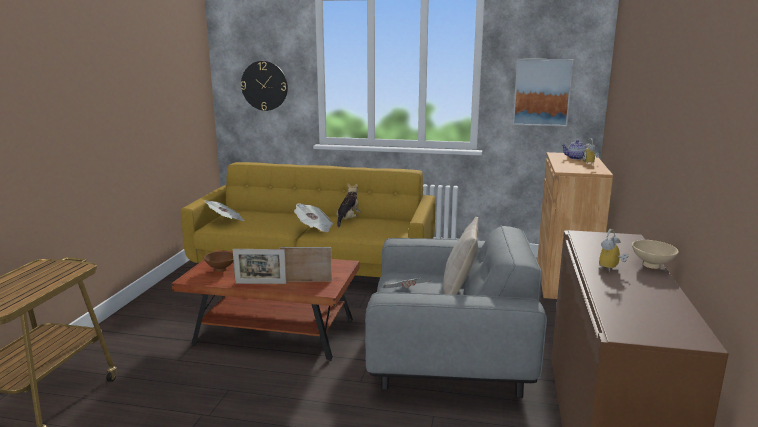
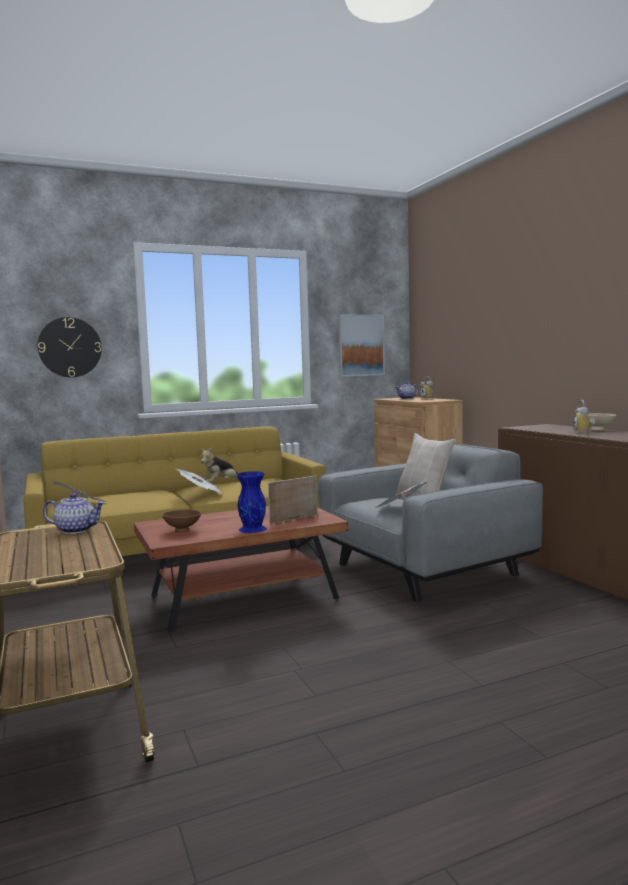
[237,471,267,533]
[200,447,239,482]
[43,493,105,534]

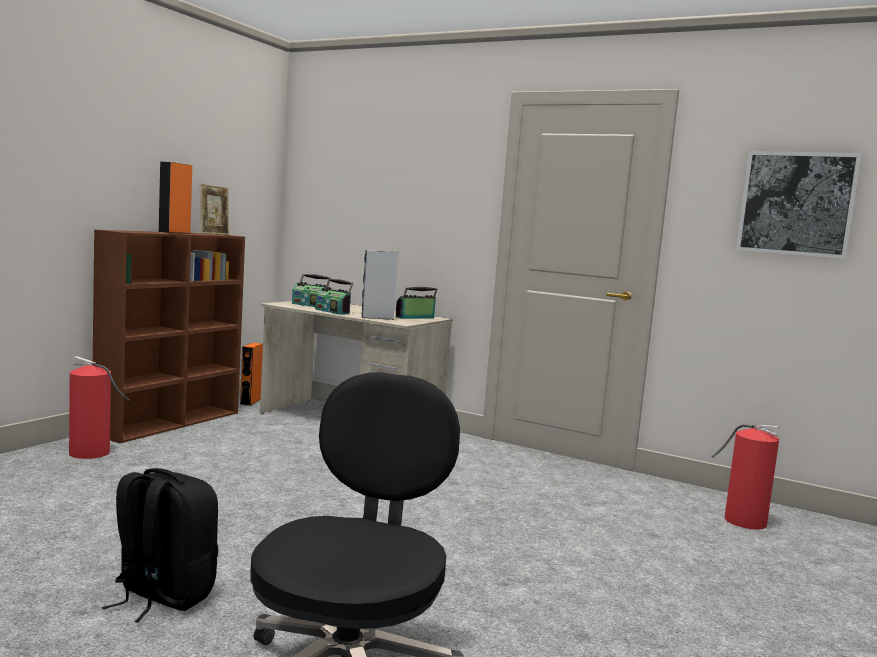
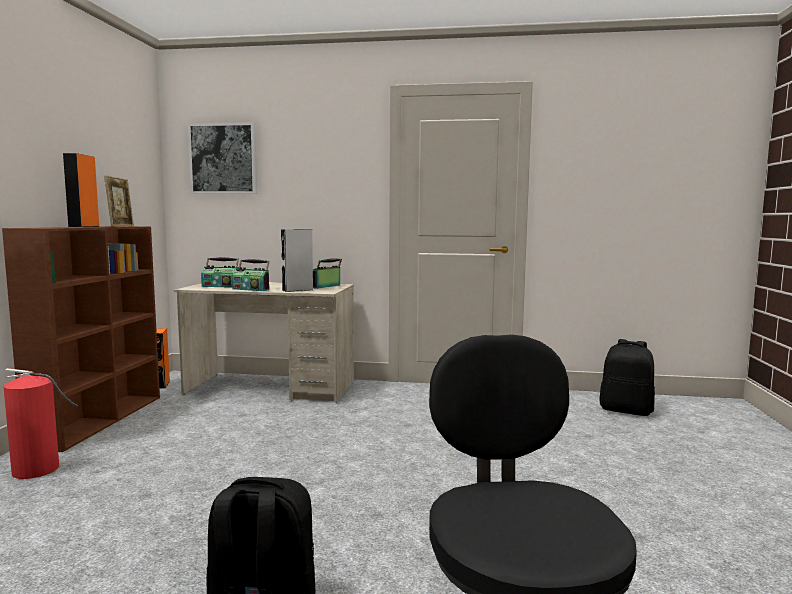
[600,339,655,416]
[188,122,257,194]

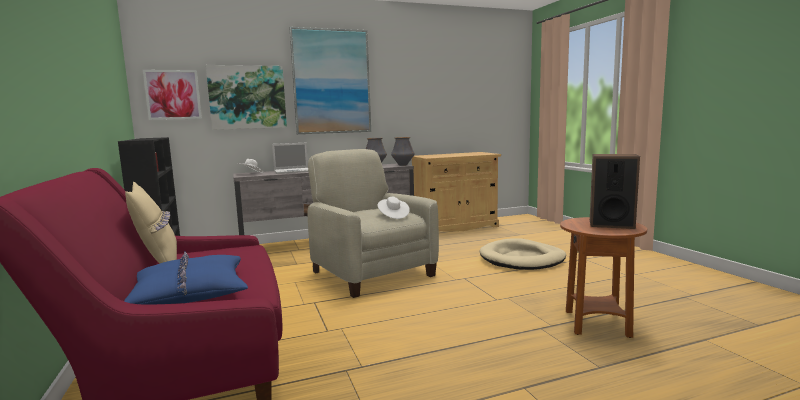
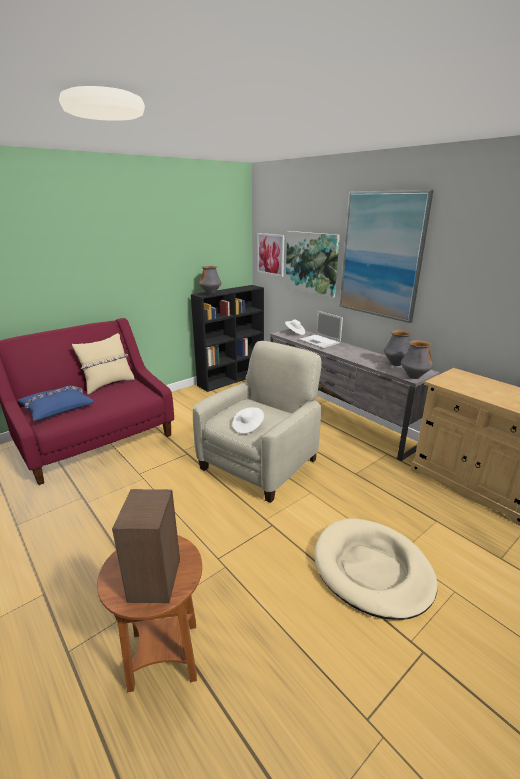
[199,266,221,295]

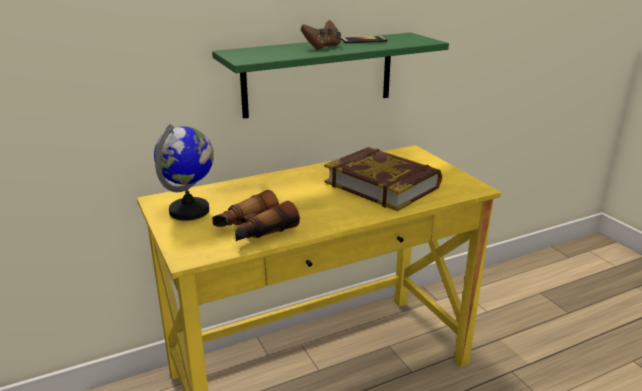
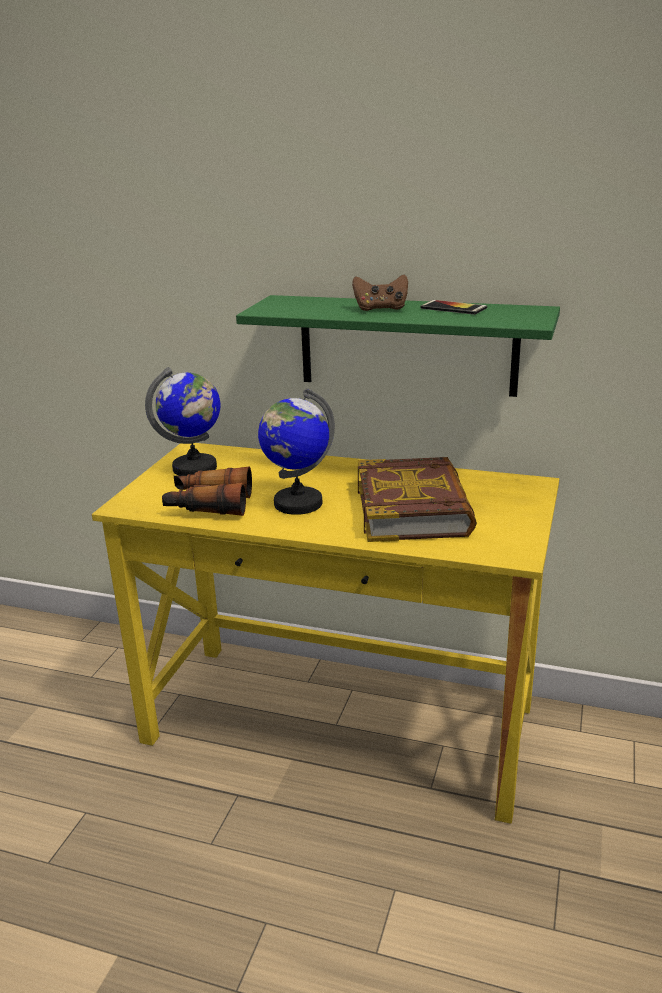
[258,388,335,515]

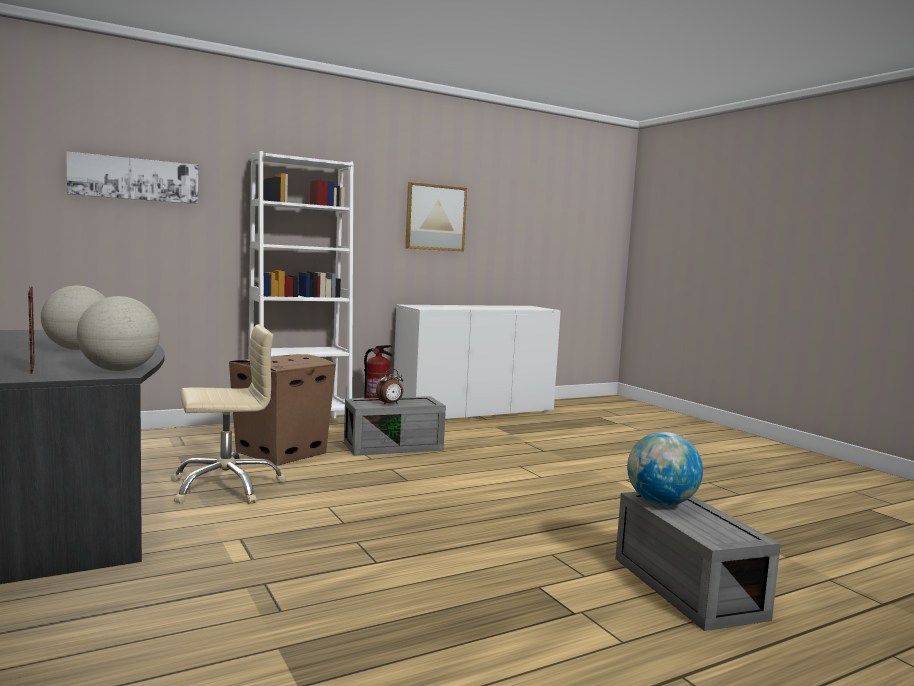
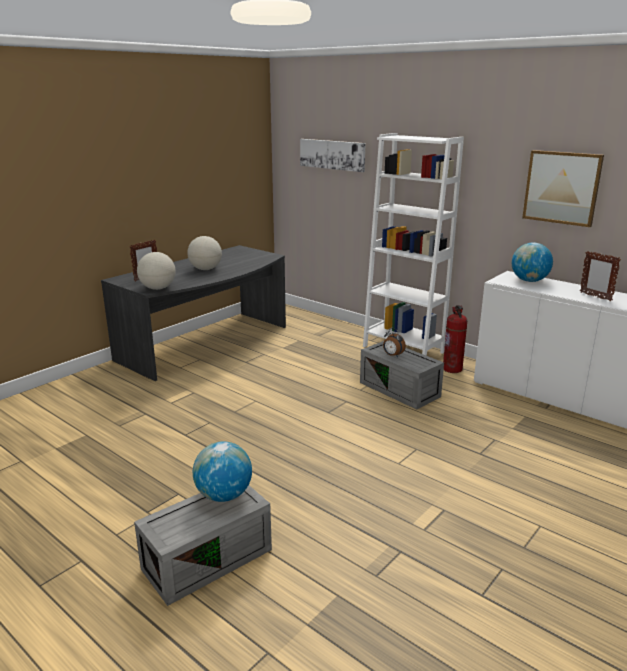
[171,324,286,504] (first image)
[229,354,336,466] (first image)
[512,243,553,282]
[580,251,621,301]

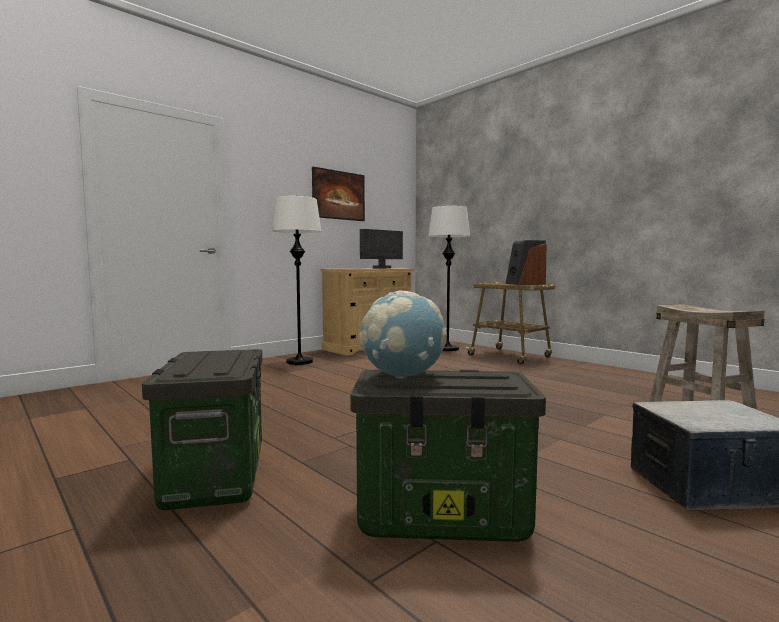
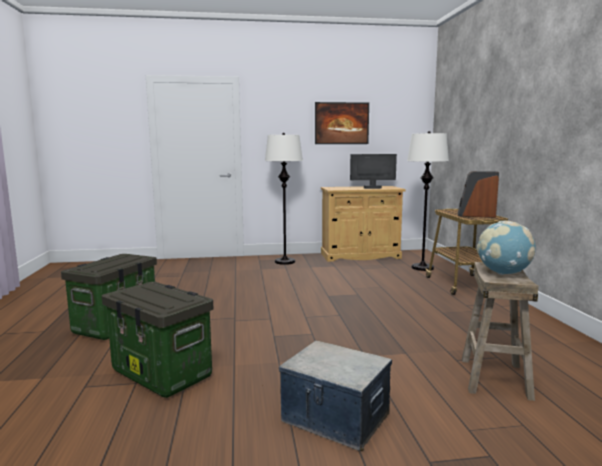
[477,220,536,275]

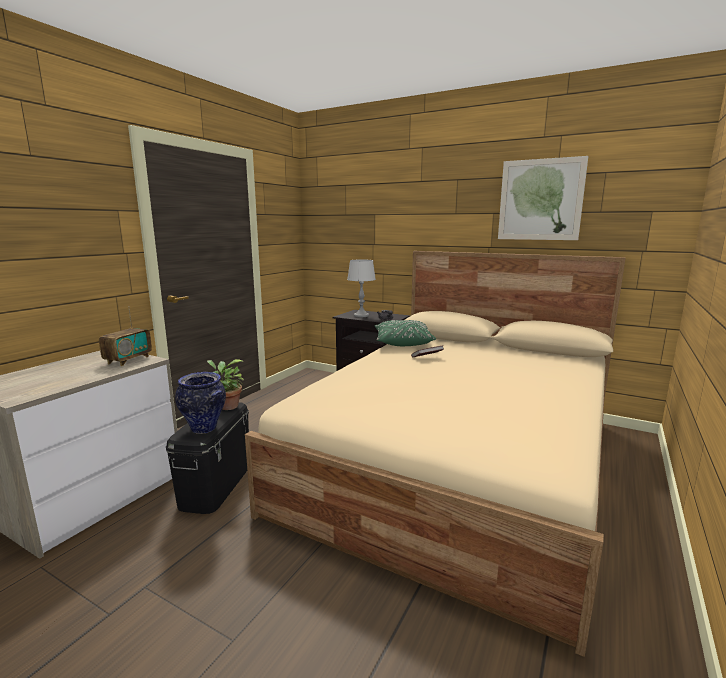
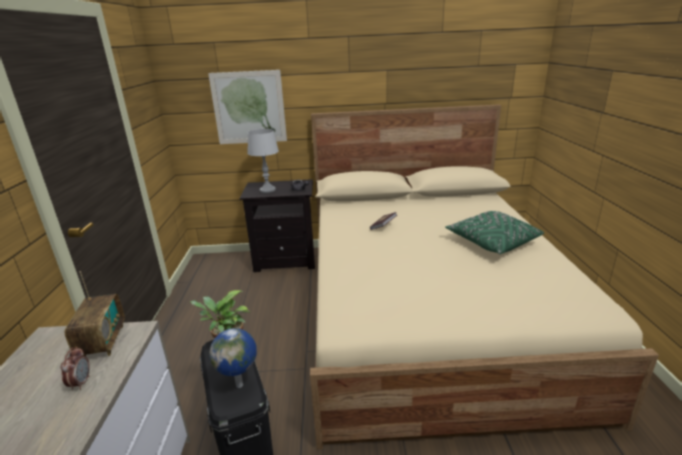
[209,328,257,388]
[445,211,544,254]
[208,70,287,144]
[61,347,90,390]

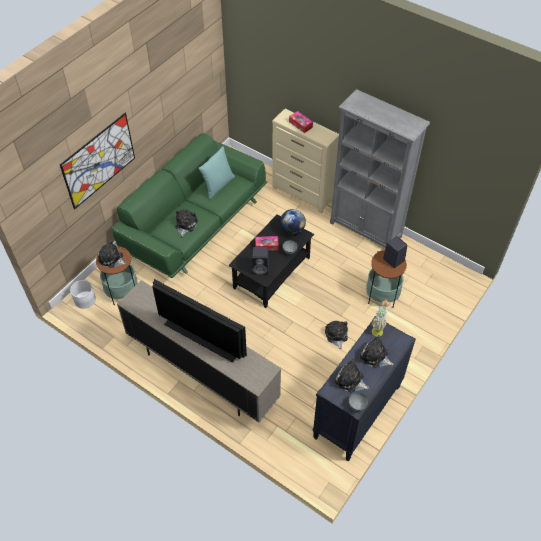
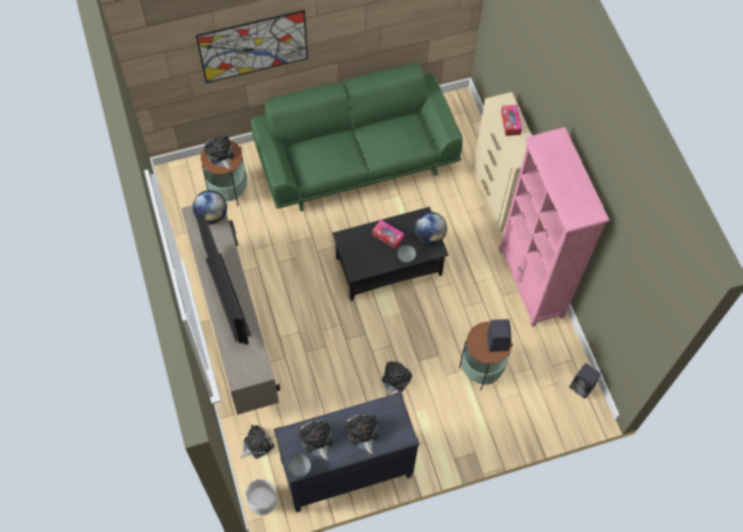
[246,479,277,515]
[241,425,274,459]
[198,146,235,199] (first image)
[569,363,601,398]
[499,127,609,327]
[372,299,391,336] (first image)
[192,190,227,225]

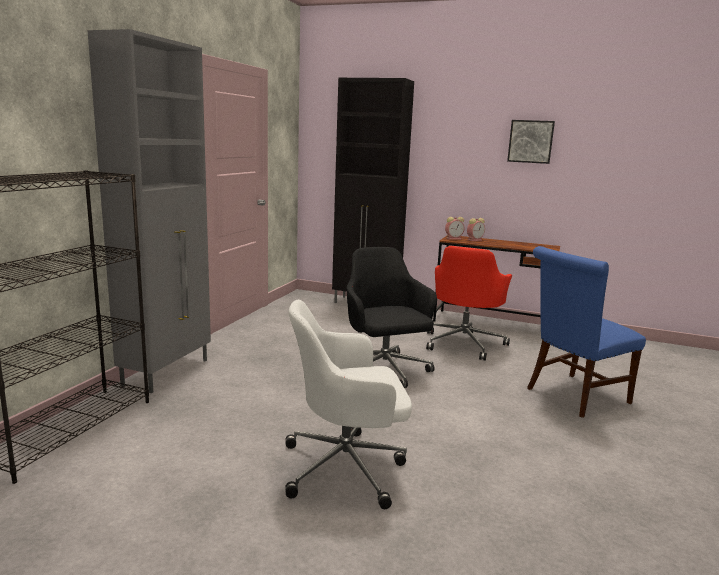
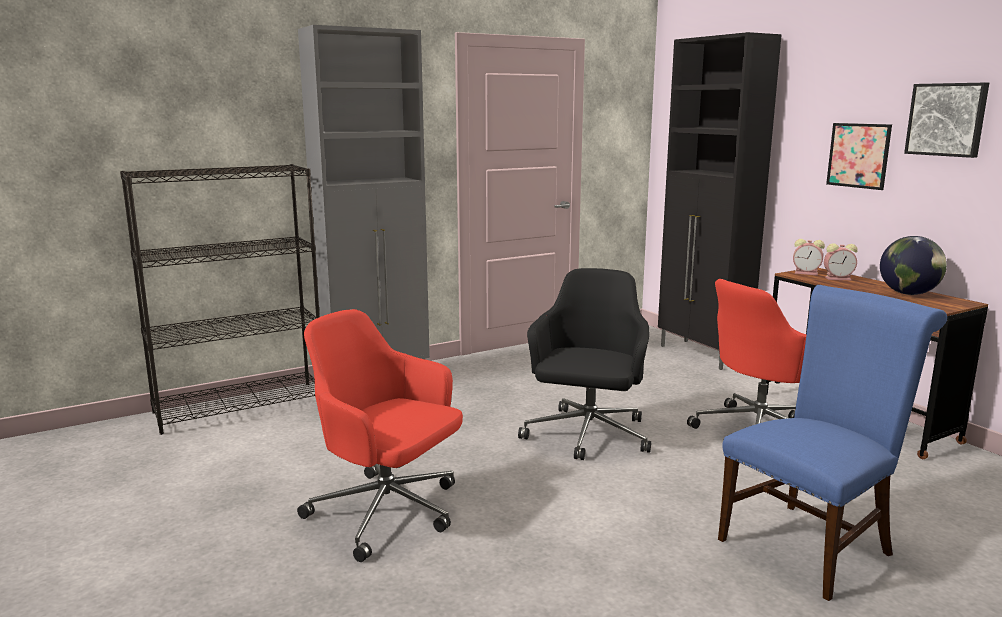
[297,309,463,562]
[718,285,947,601]
[826,123,892,190]
[880,236,947,295]

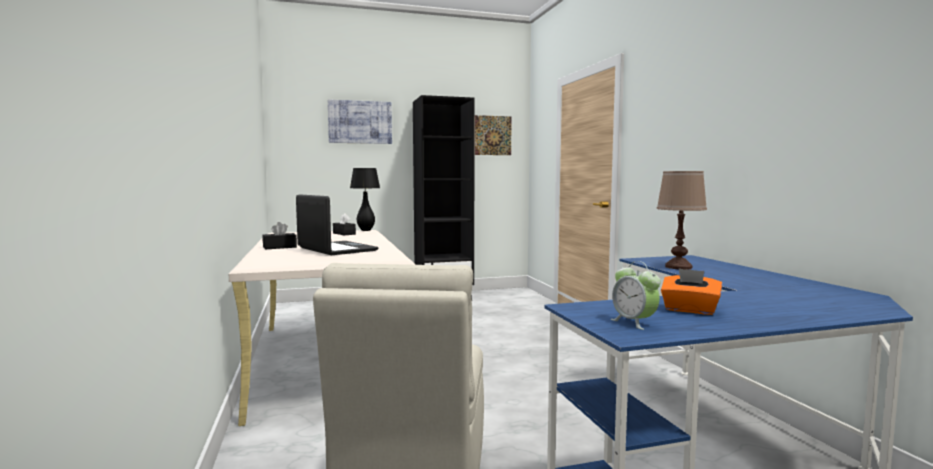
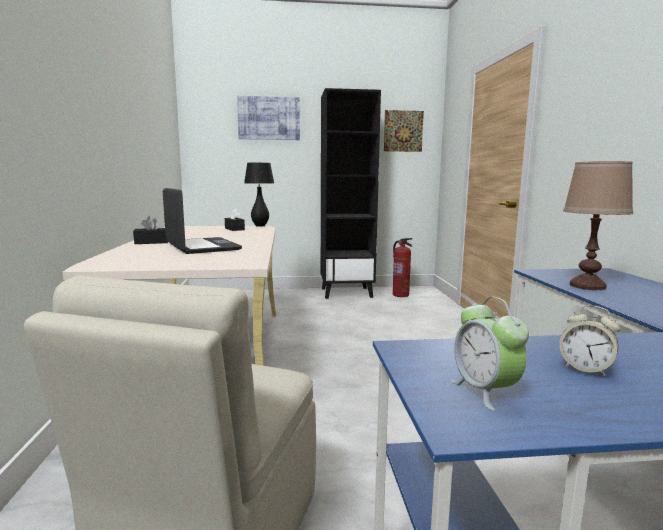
[559,305,620,377]
[393,238,412,297]

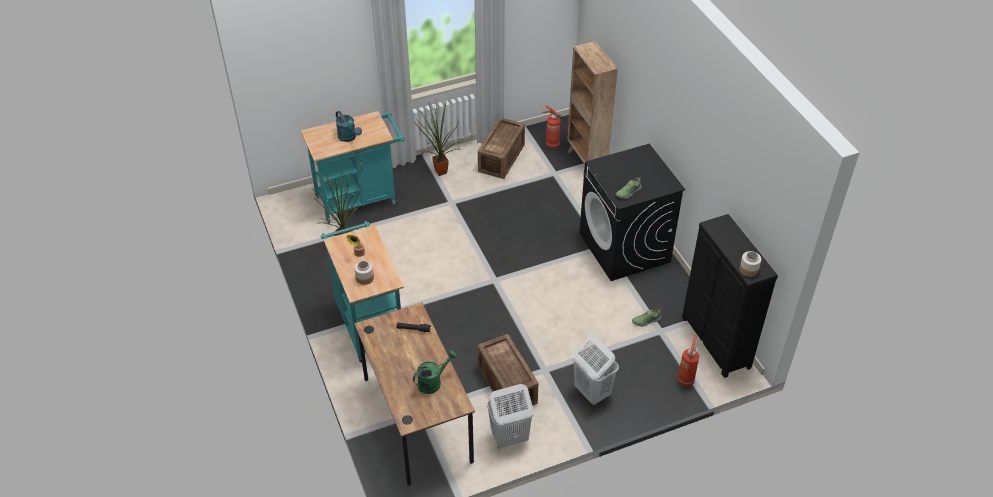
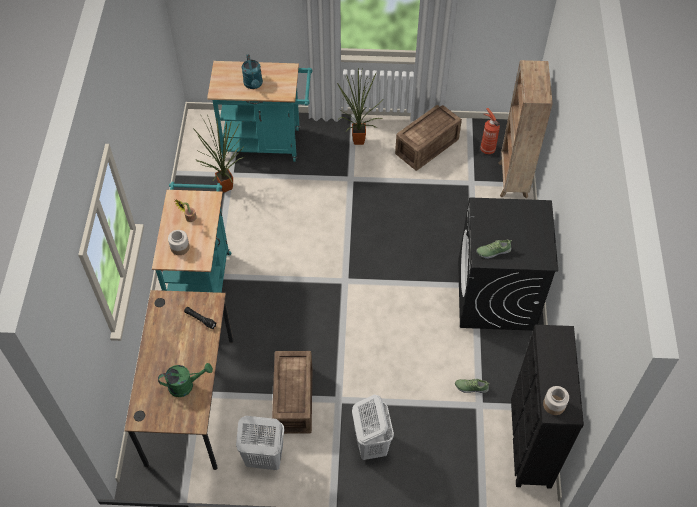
[677,335,699,386] (first image)

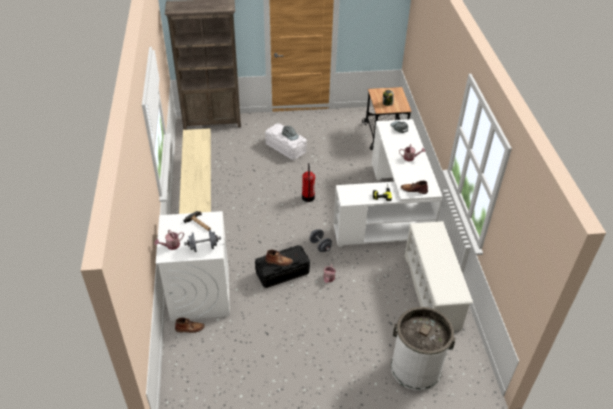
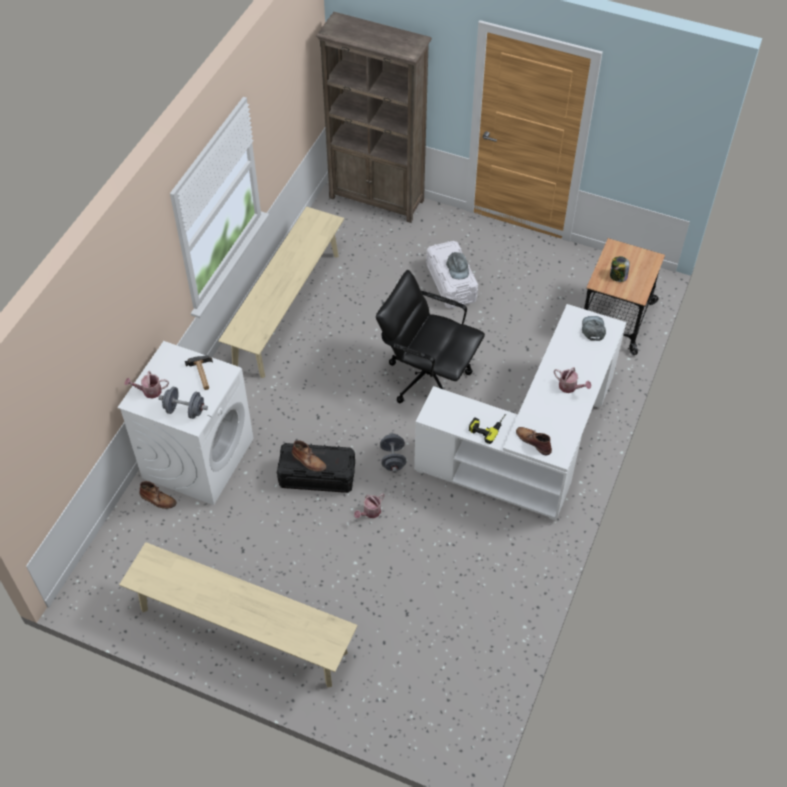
[376,270,485,403]
[391,307,456,391] (first image)
[405,221,473,331] (first image)
[119,542,358,688]

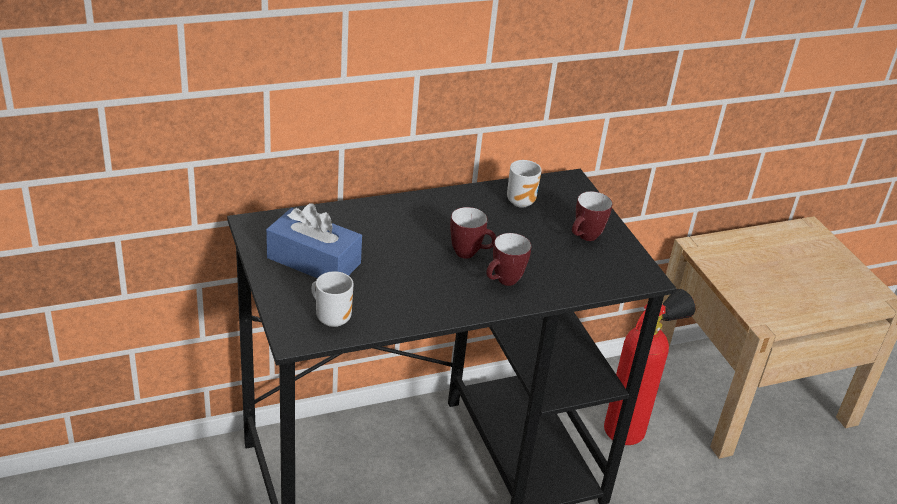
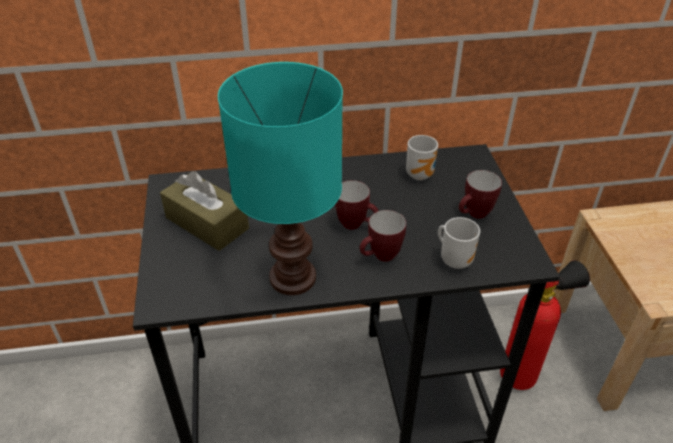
[160,171,249,251]
[438,217,480,269]
[218,62,343,295]

